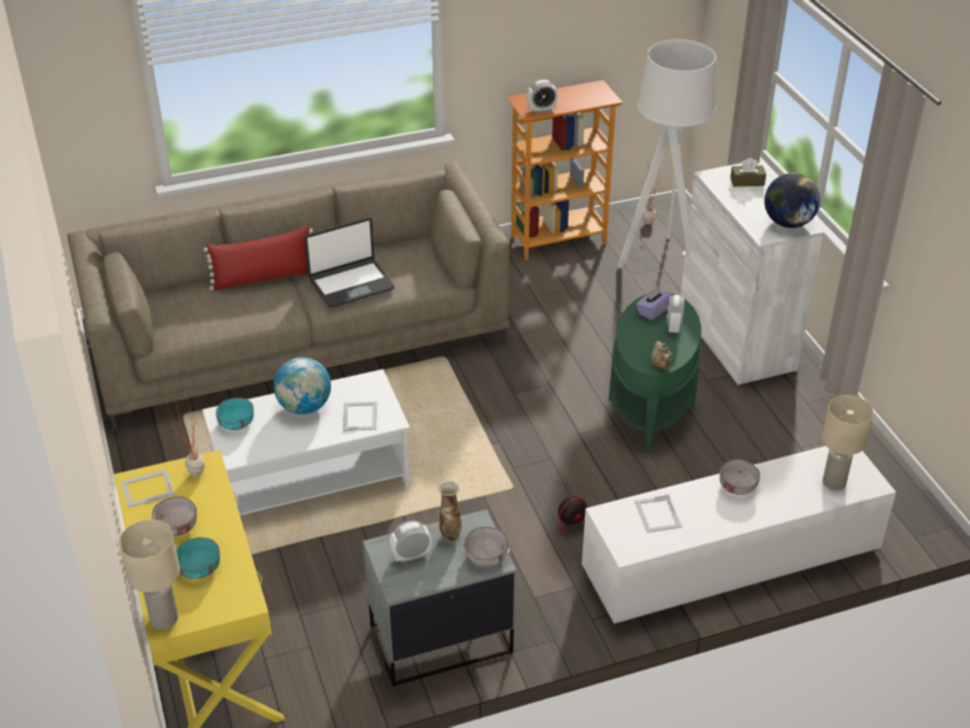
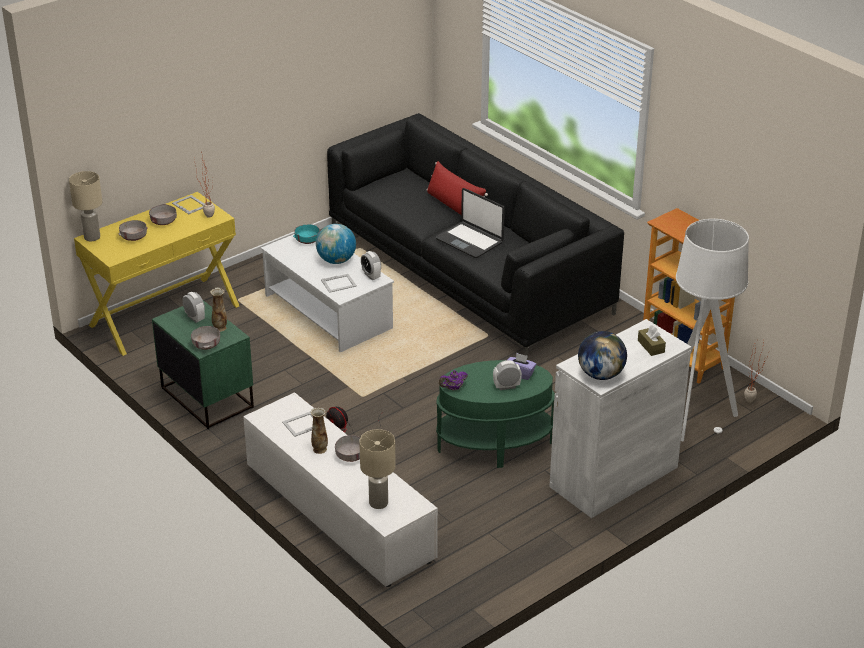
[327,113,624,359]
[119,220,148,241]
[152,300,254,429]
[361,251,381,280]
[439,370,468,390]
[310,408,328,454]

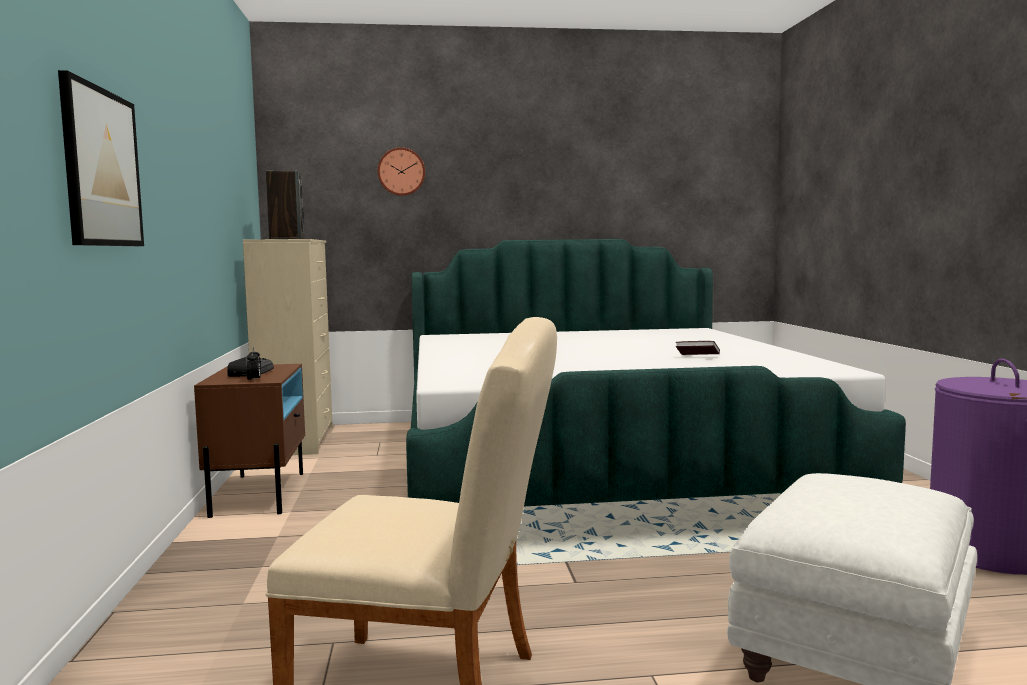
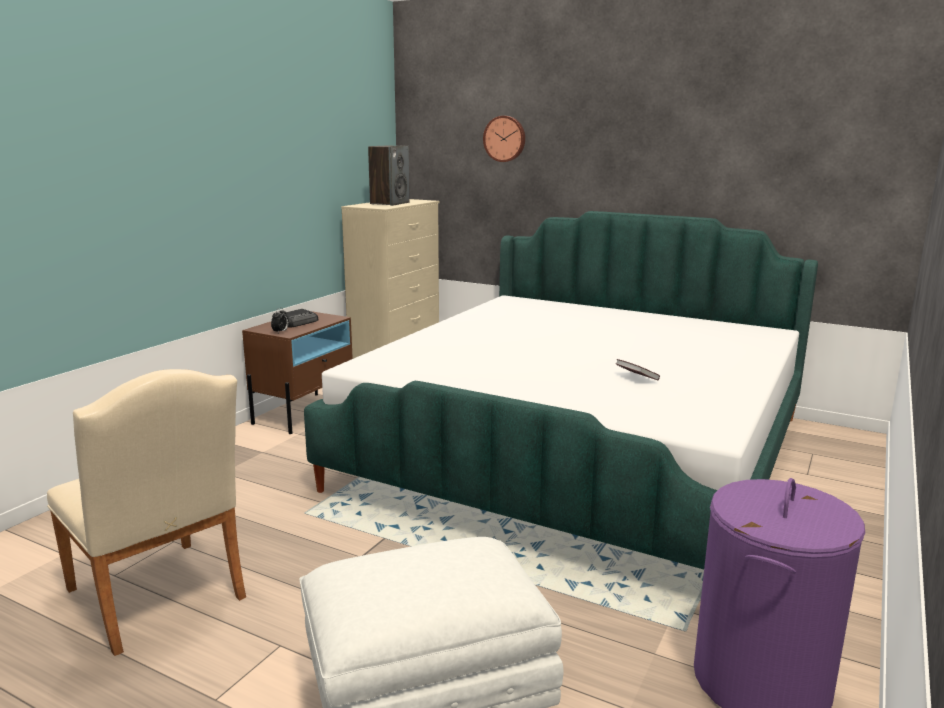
[58,70,144,246] (first image)

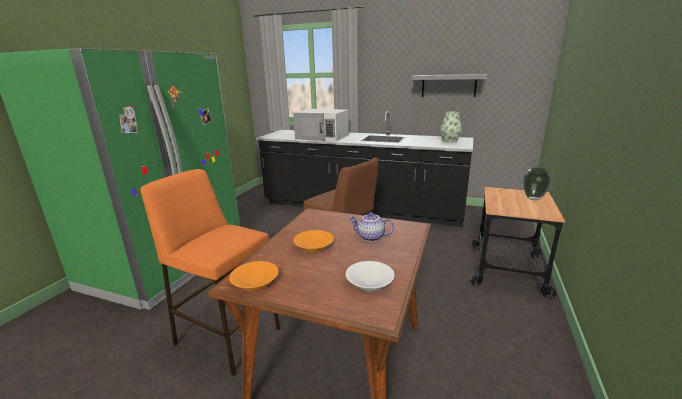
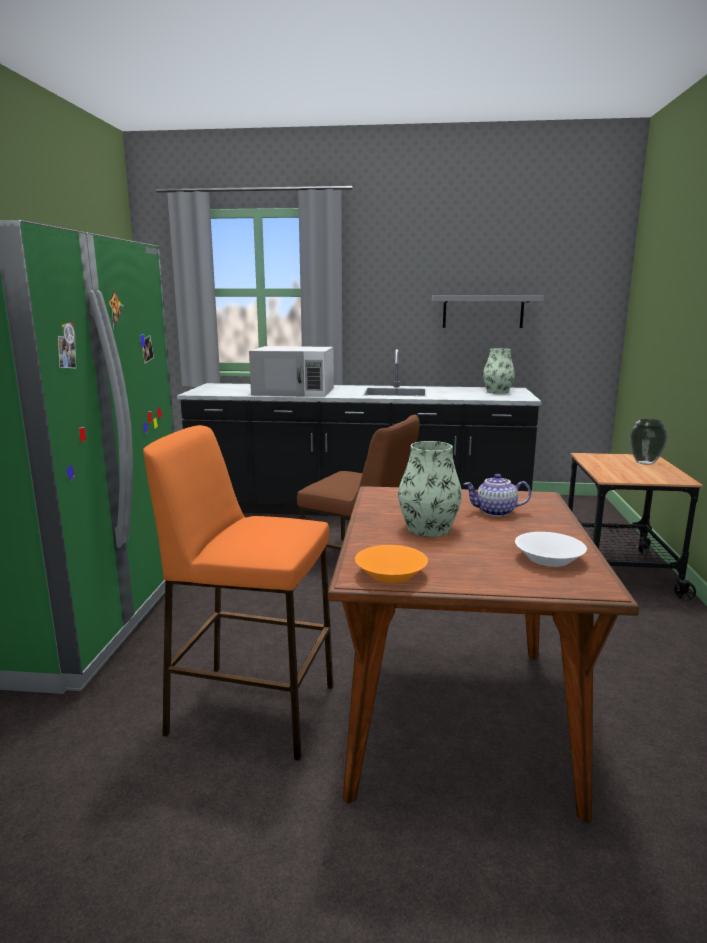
[398,441,462,537]

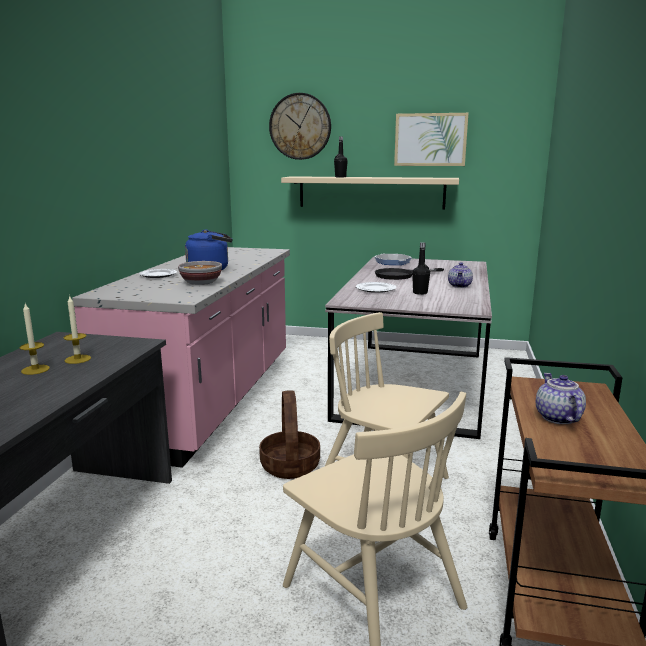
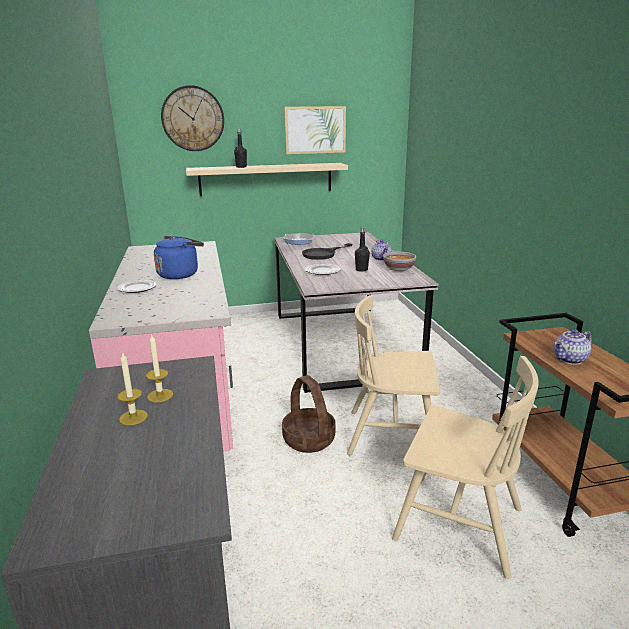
[383,252,416,271]
[554,329,592,365]

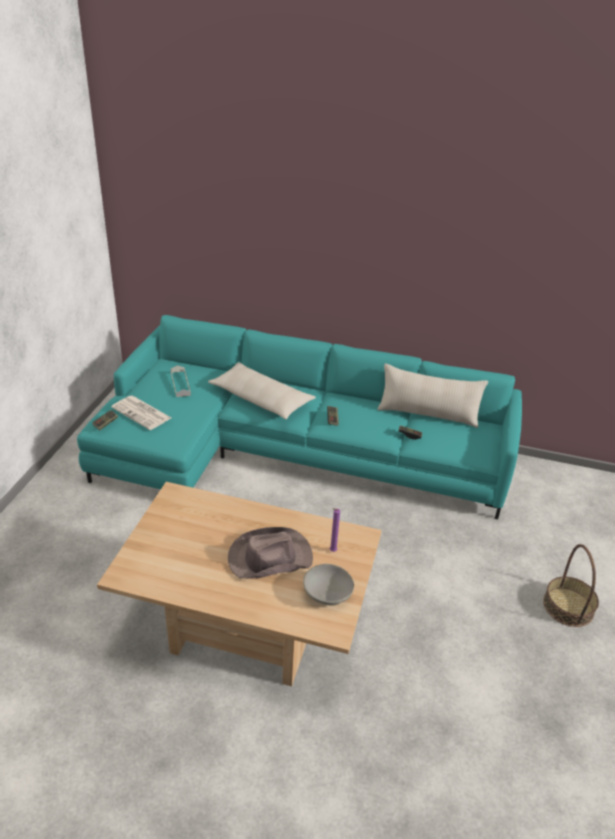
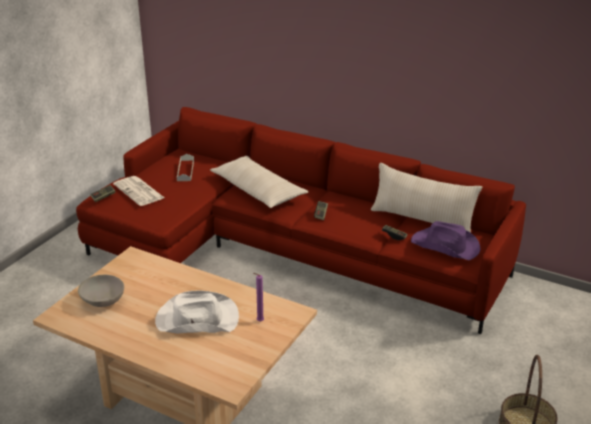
[76,107,526,334]
[155,290,239,334]
[78,275,124,307]
[411,221,481,261]

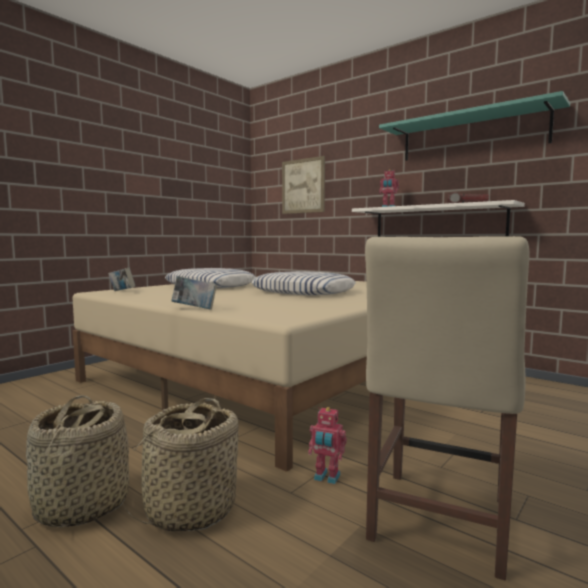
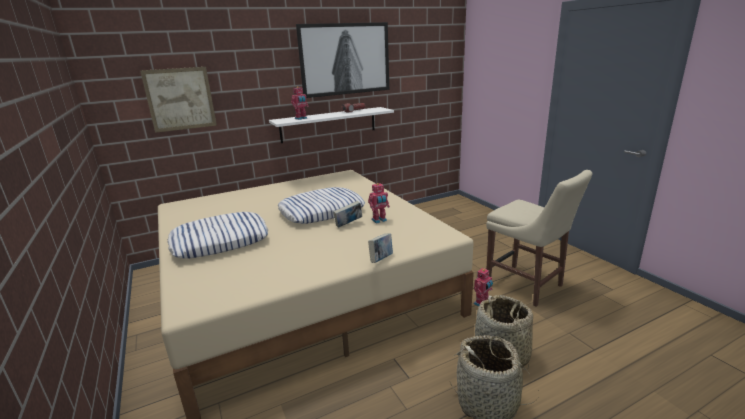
[333,201,362,228]
[296,22,389,98]
[368,183,390,224]

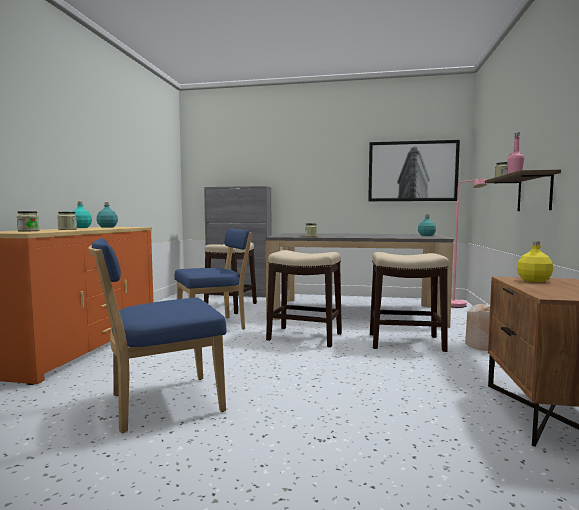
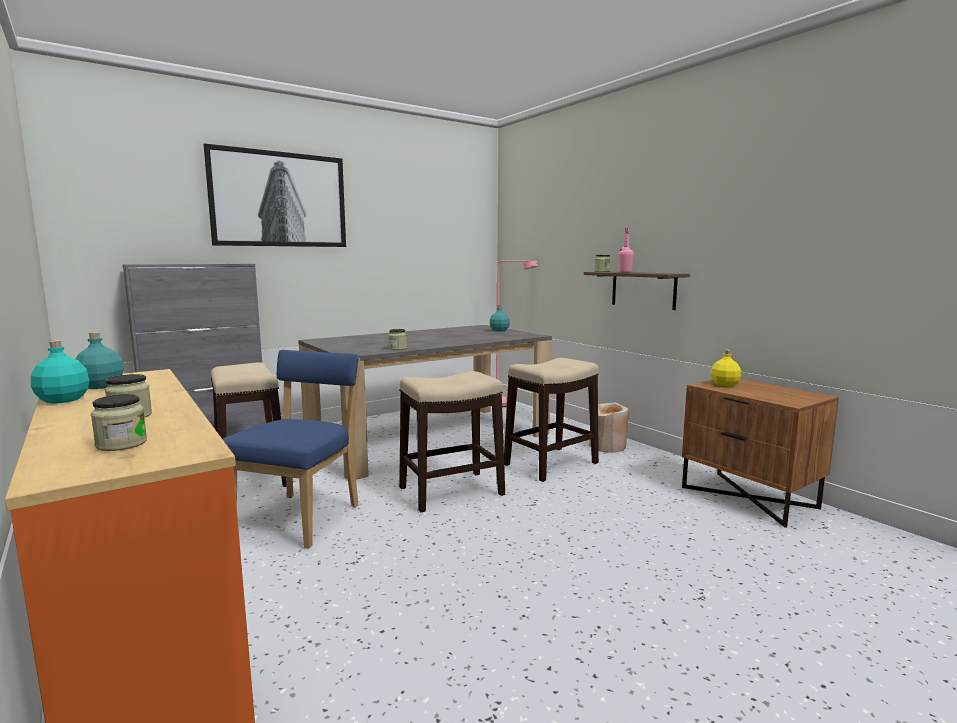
[88,238,226,433] (first image)
[204,143,346,247]

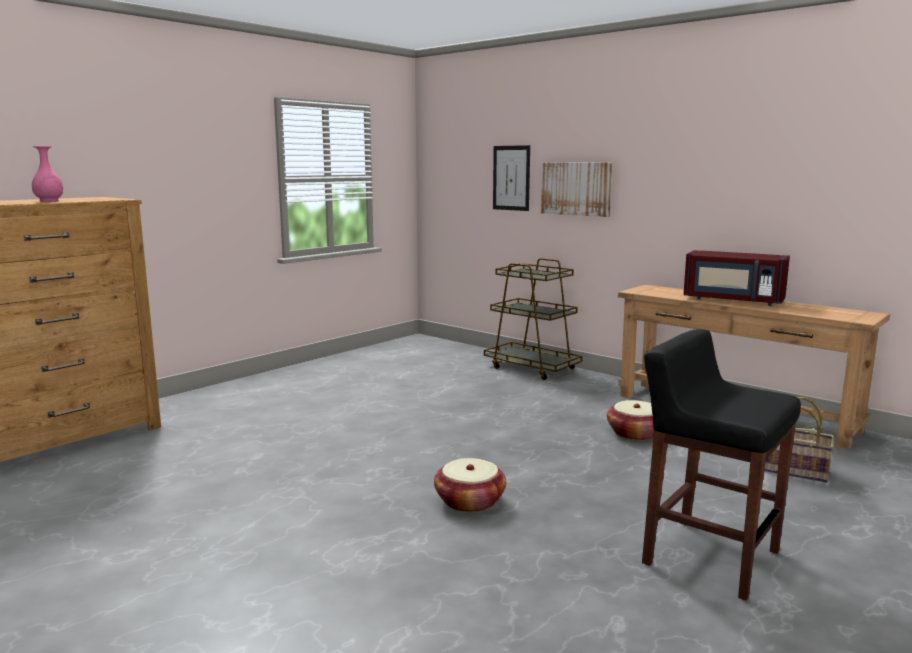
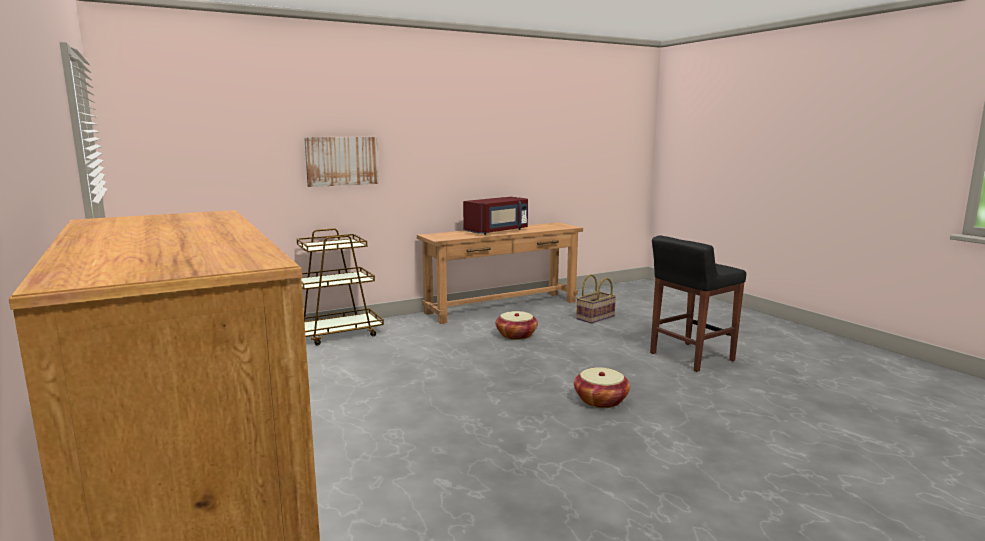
[32,146,63,202] (first image)
[493,145,530,211] (first image)

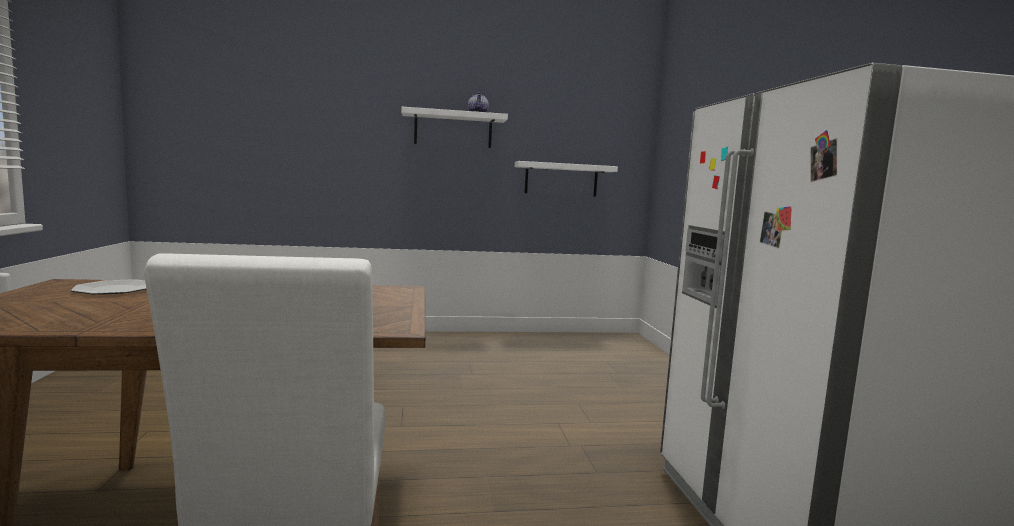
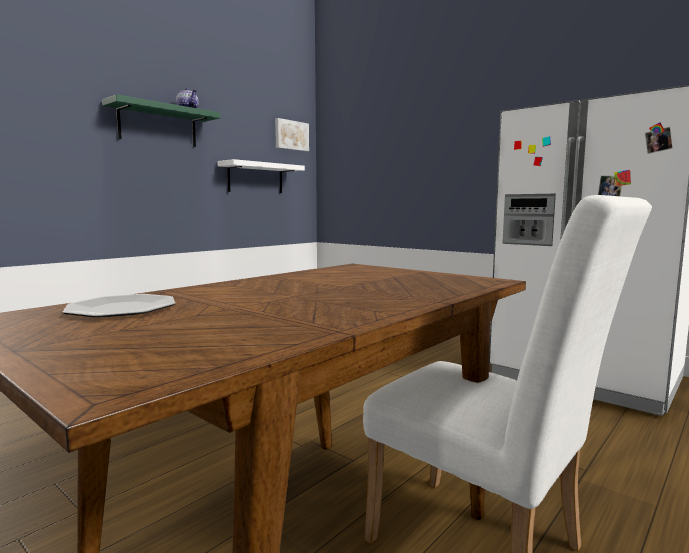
[102,94,221,147]
[275,118,309,152]

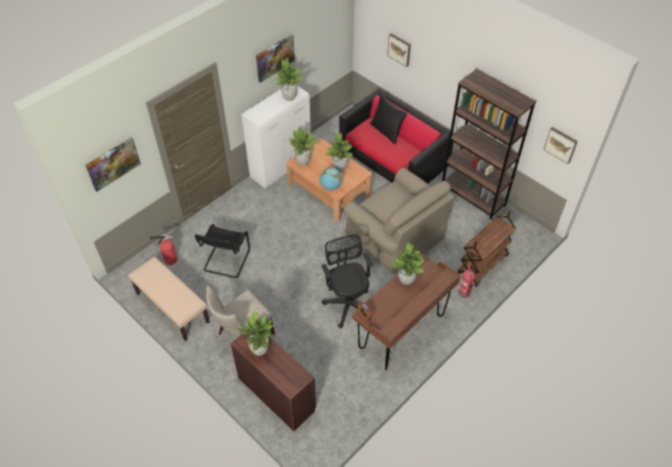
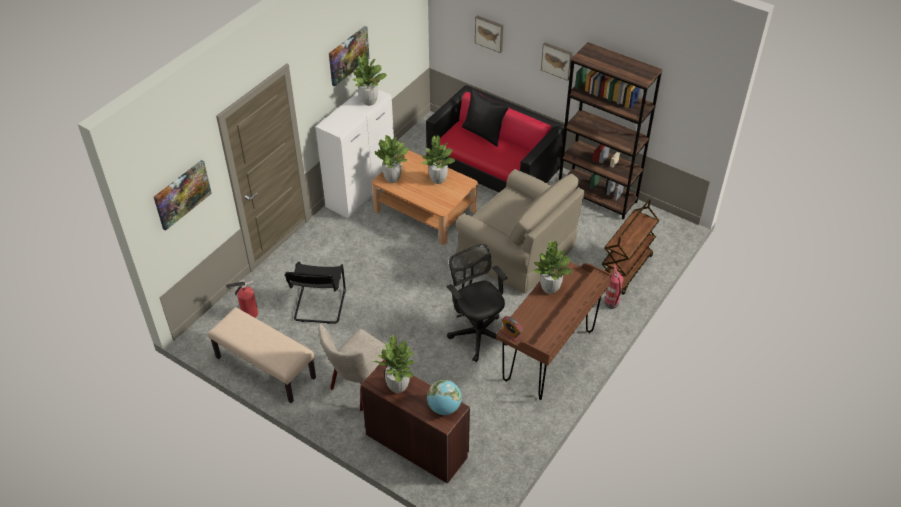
[427,380,462,415]
[541,42,573,81]

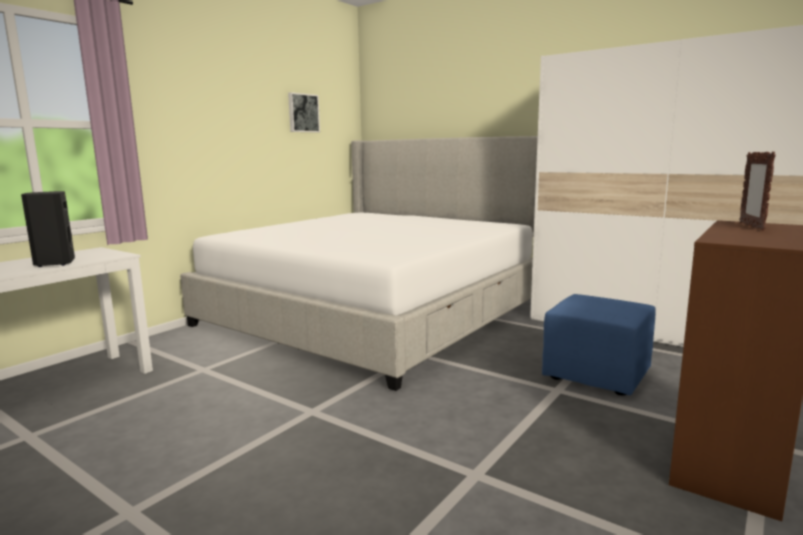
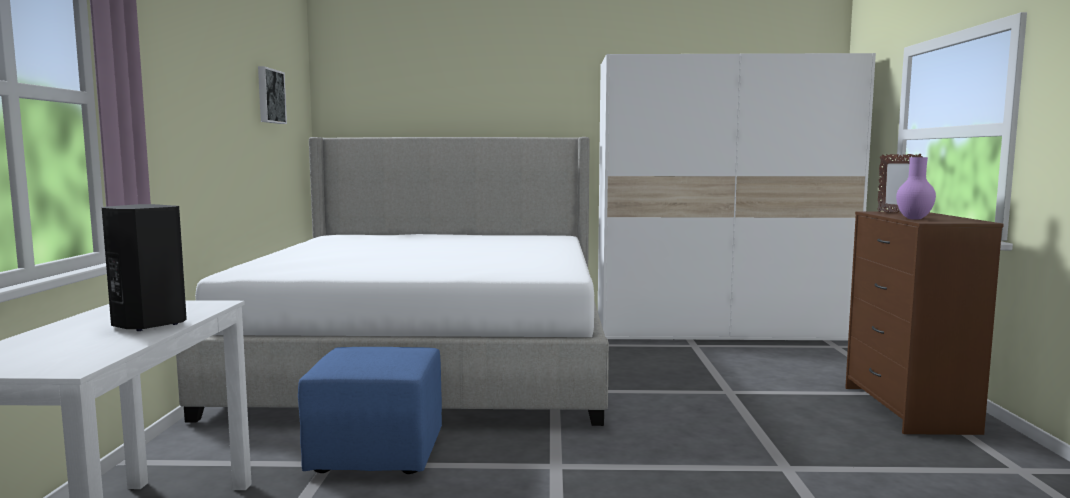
[298,347,442,474]
[896,157,936,220]

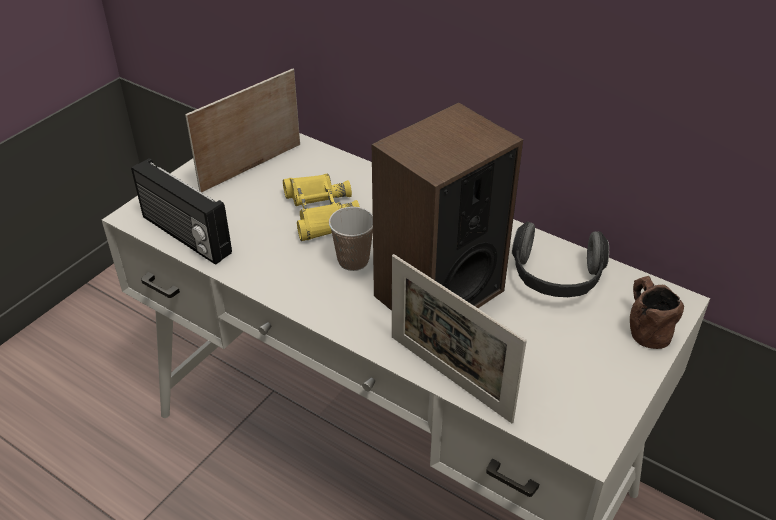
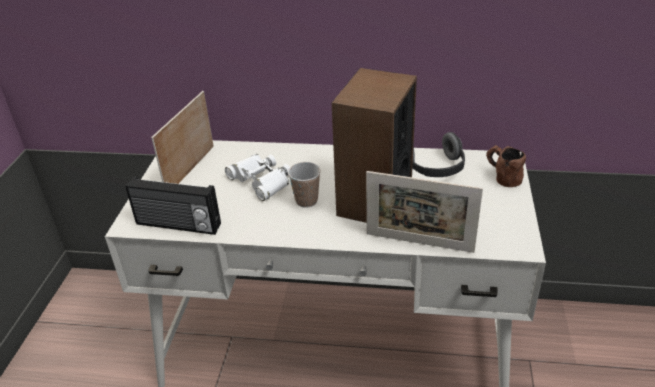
[225,154,290,201]

